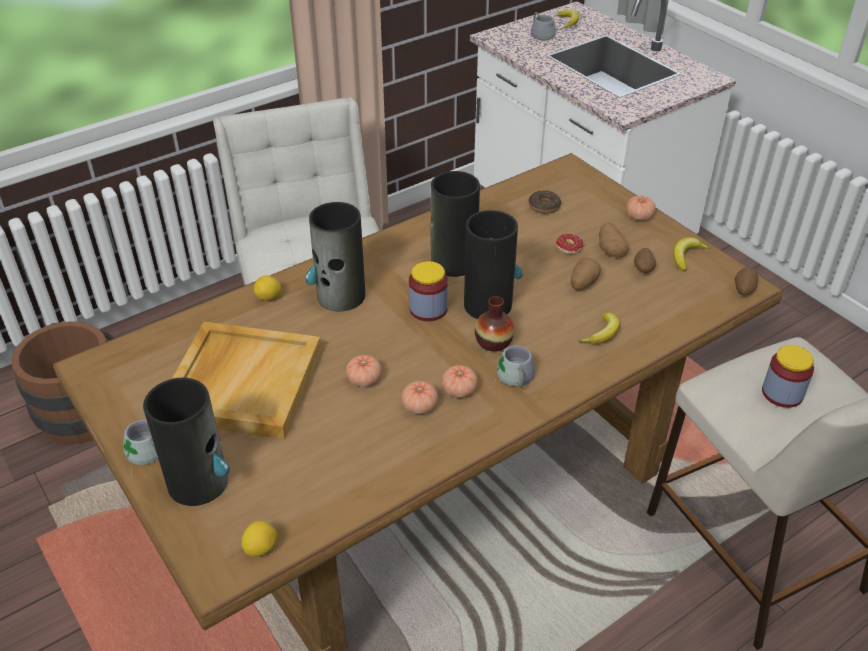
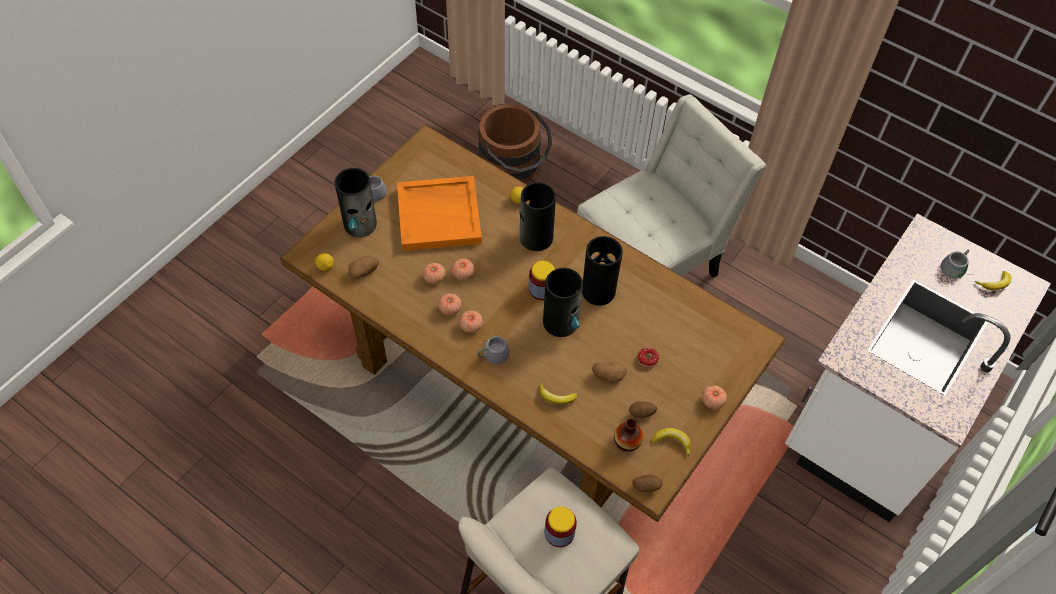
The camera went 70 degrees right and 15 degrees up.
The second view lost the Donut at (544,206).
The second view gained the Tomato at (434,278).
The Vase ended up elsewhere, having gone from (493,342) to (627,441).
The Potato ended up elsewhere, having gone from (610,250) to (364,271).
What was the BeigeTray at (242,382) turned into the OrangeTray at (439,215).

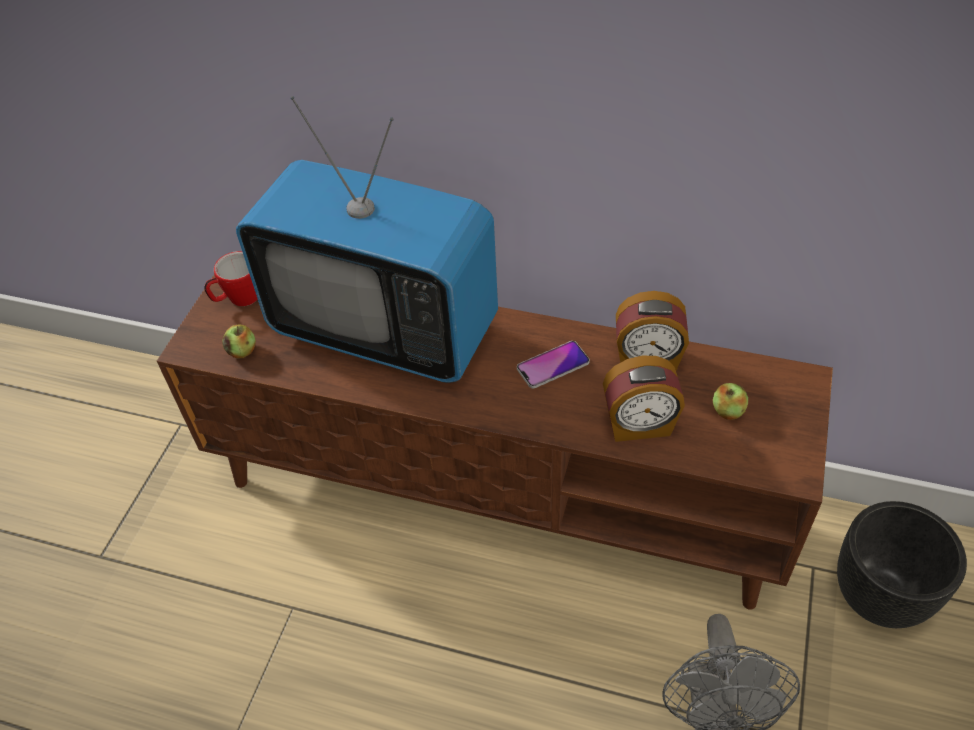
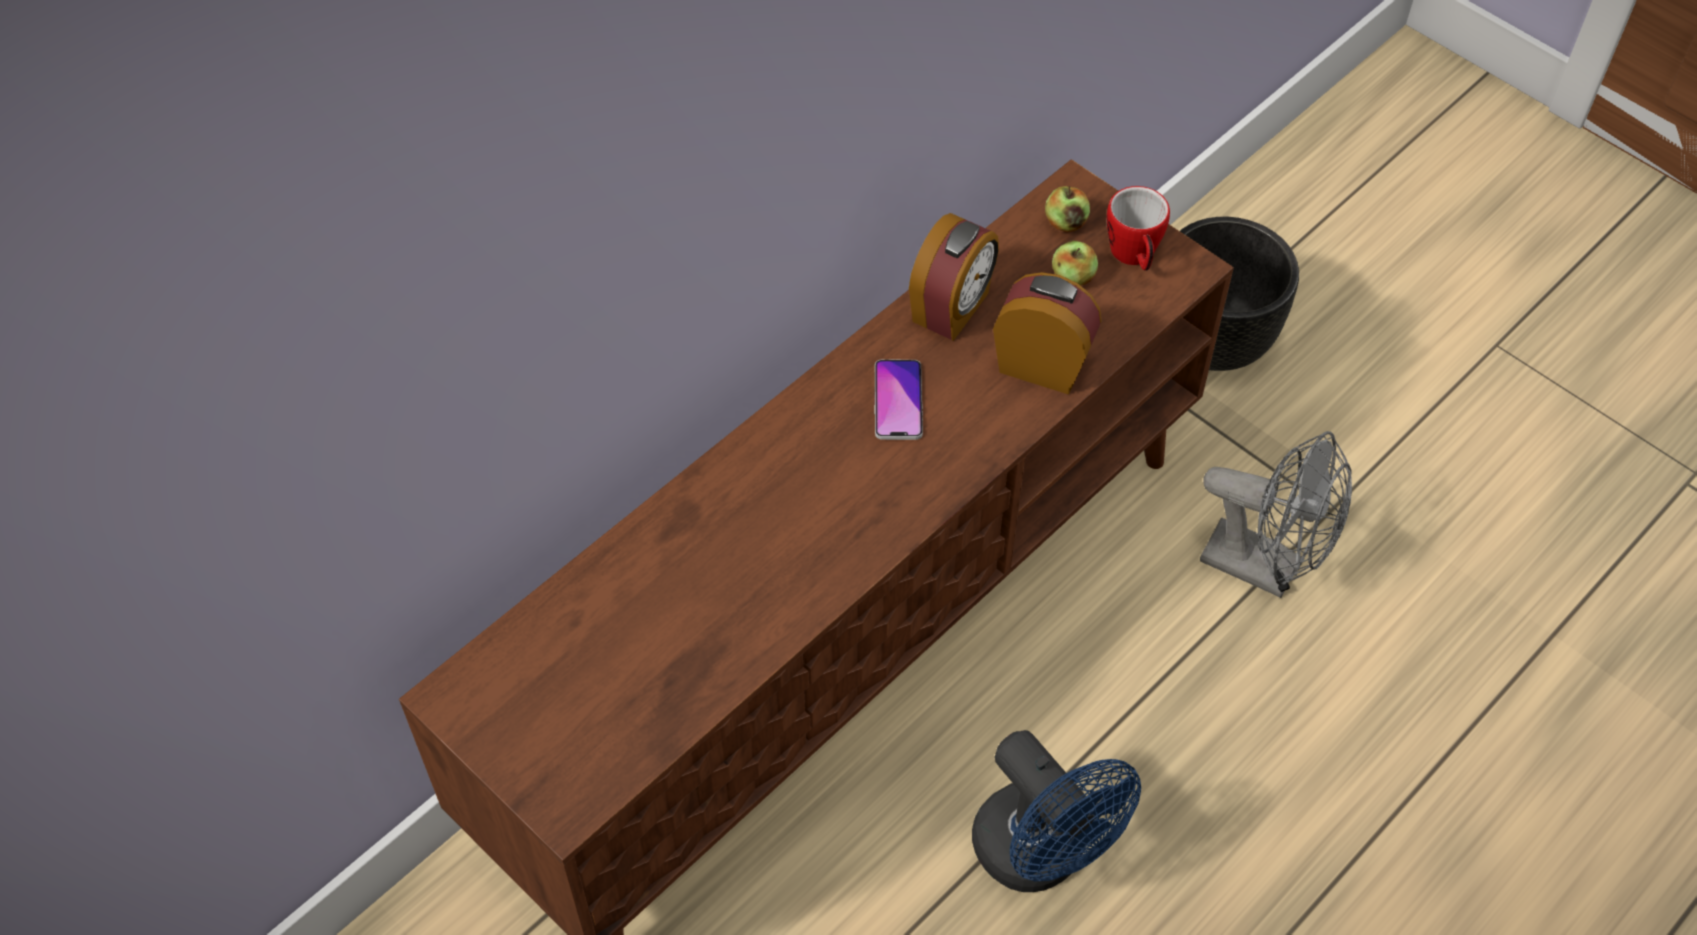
The camera went 65 degrees left and 5 degrees up.
The second view lost the Television at (385,330).
The second view gained the BlueFan at (1041,856).
The Mug ended up elsewhere, having gone from (238,299) to (1134,257).
The Apple ended up elsewhere, having gone from (242,351) to (1065,222).
The AlarmClock at (639,425) ended up facing another way, 90 degrees counterclockwise from before.

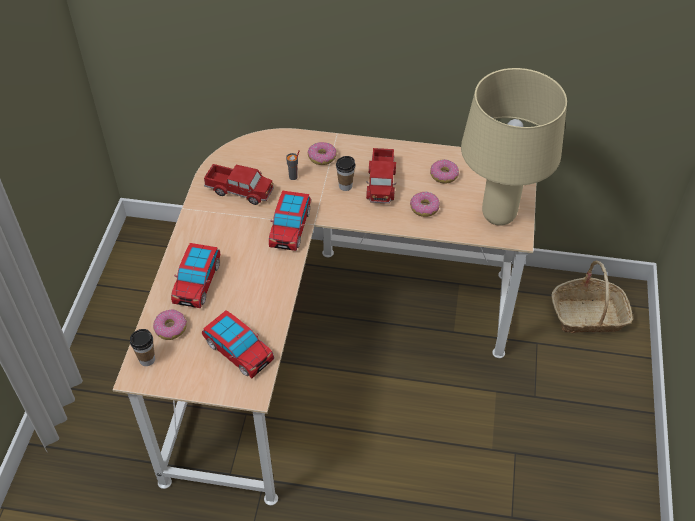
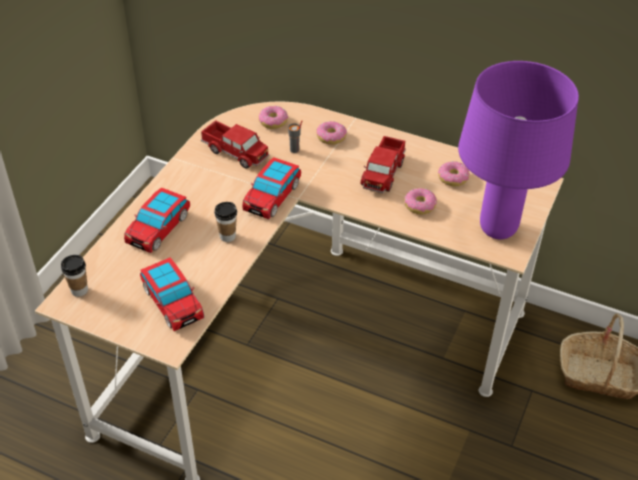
The camera went 15 degrees right and 5 degrees down.
The Donut ended up elsewhere, having gone from (170,328) to (273,121).
The Cup ended up elsewhere, having gone from (345,186) to (227,236).
What was the BeigeTableLamp at (498,216) turned into the PurpleTableLamp at (497,229).

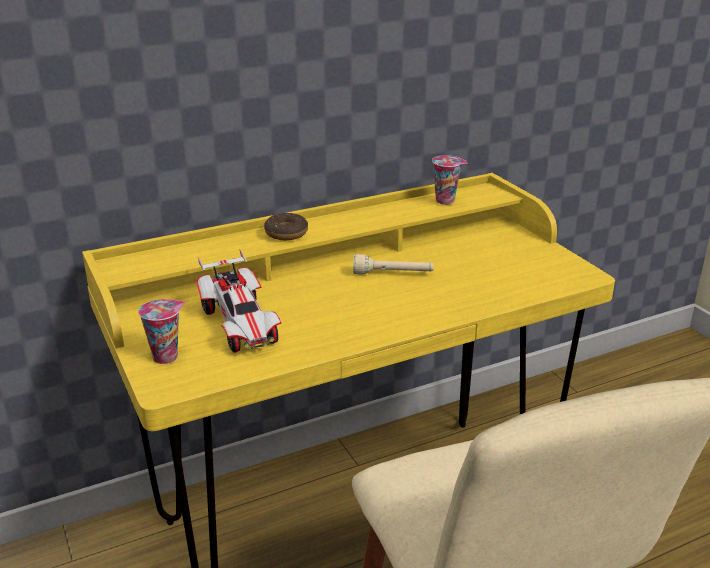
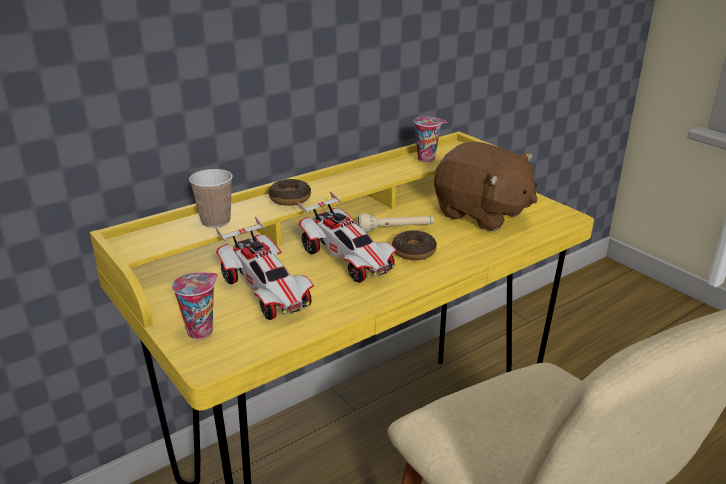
The camera went 10 degrees left and 0 degrees up.
The second view gained the Cup at (216,221).
The second view gained the ToyCar at (348,259).
The second view gained the Donut at (414,251).
The second view gained the BrownPlushToy at (482,214).

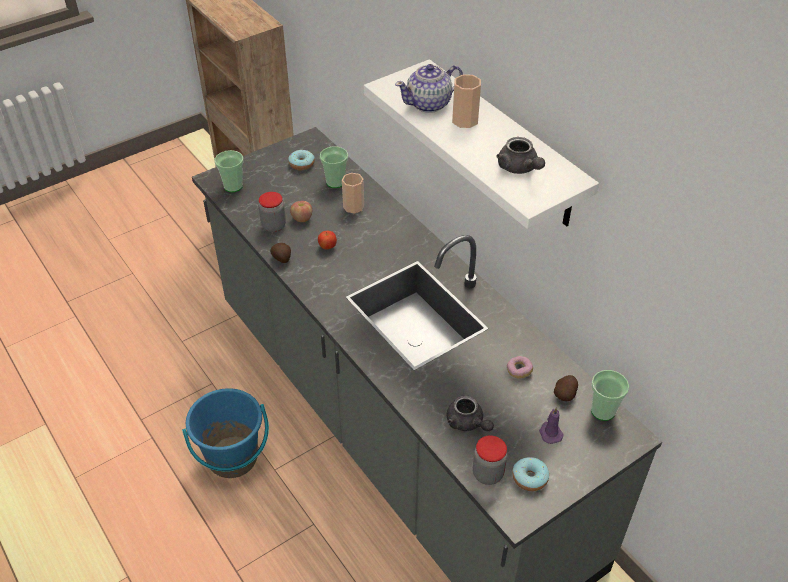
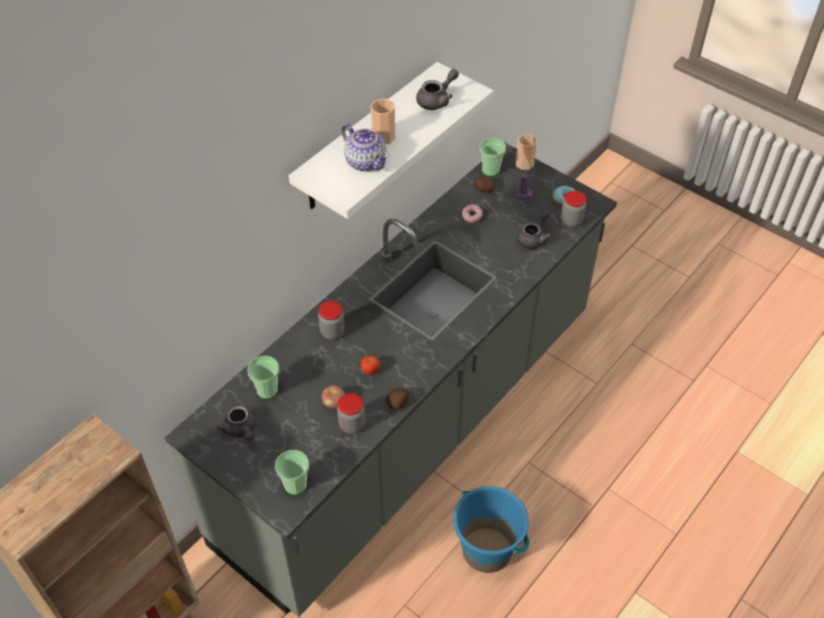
The camera went 105 degrees left and 5 degrees up.
The second view gained the Jar at (332,332).
The Cup ended up elsewhere, having gone from (353,206) to (524,164).
Where the Donut stood at (301,164), the GreyTeapot came to stand at (241,430).

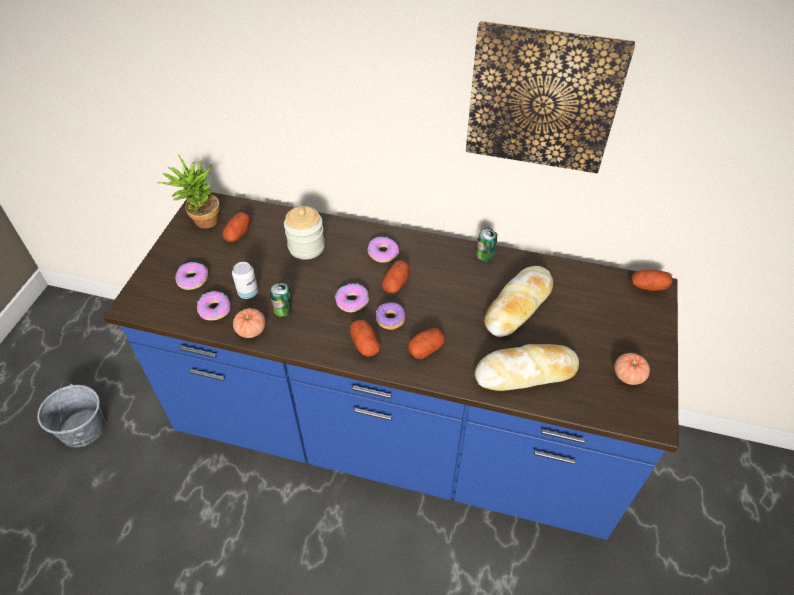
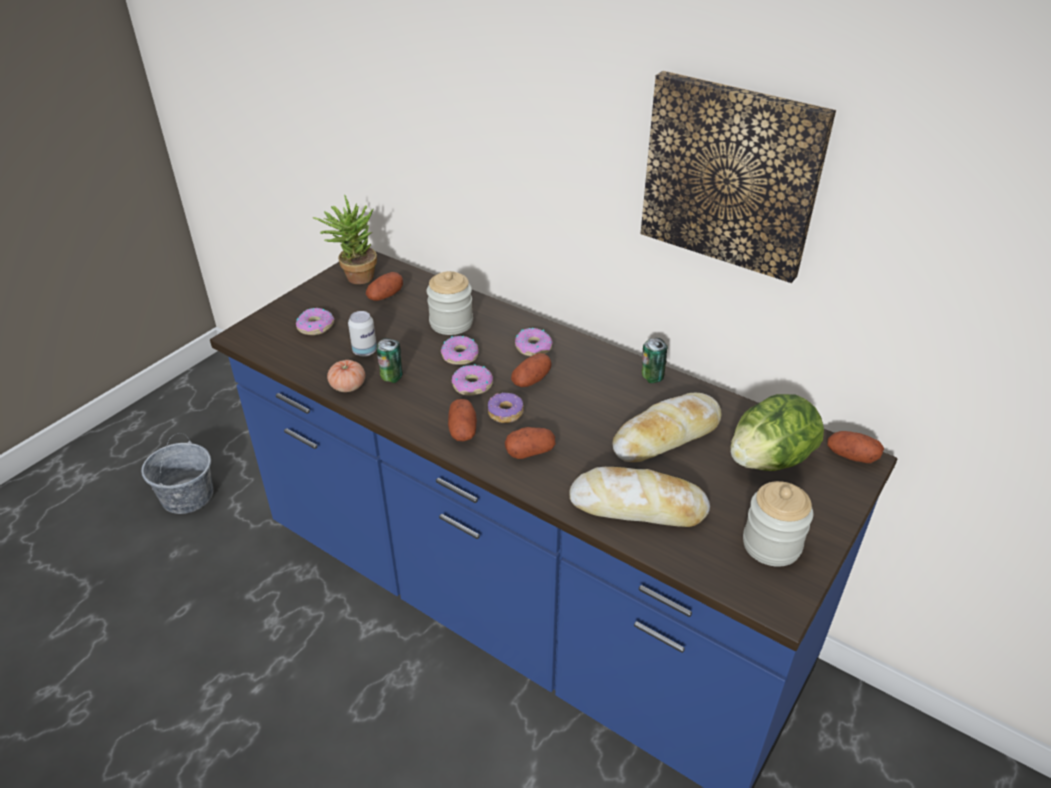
The camera went 20 degrees right and 10 degrees down.
The second view gained the Lettuce at (769,460).
The Donut ended up elsewhere, having gone from (215,309) to (460,355).
Where the Tomato stood at (628,375), the Jar came to stand at (771,545).

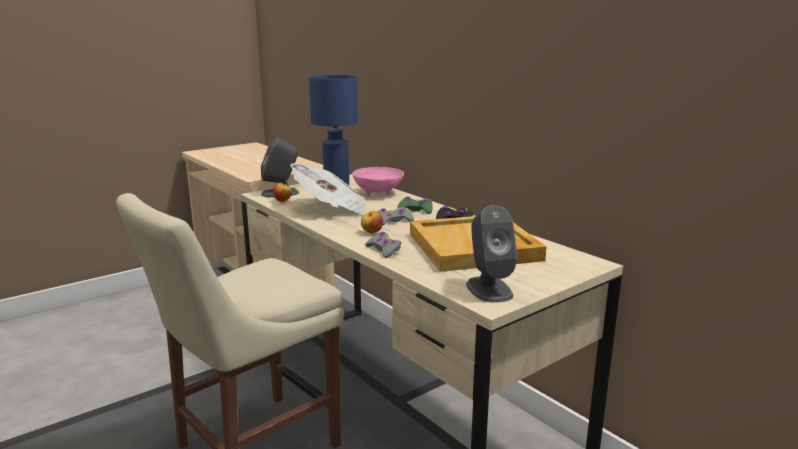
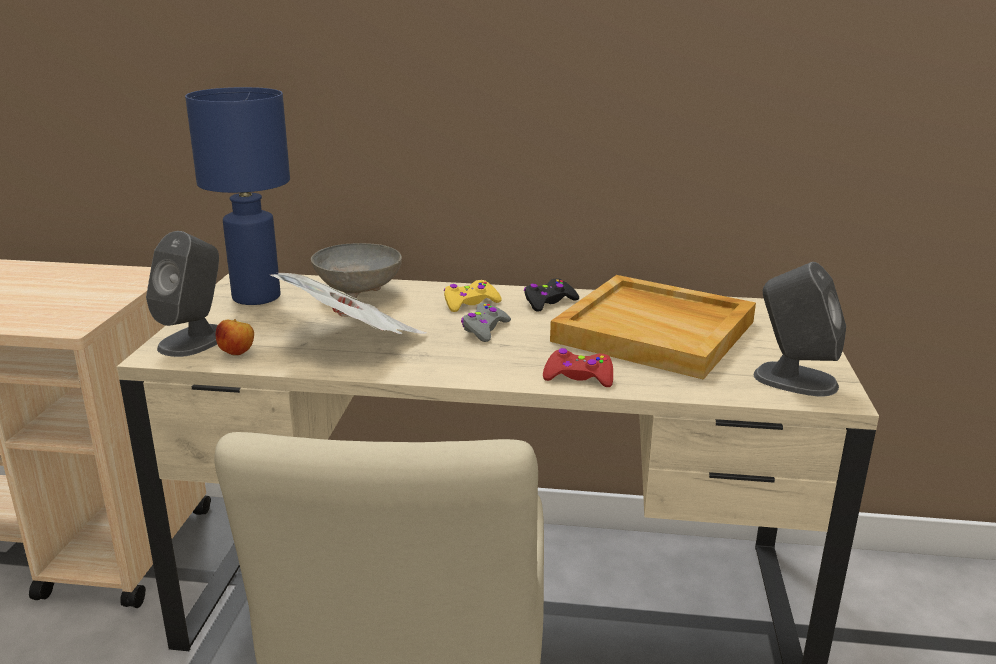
The camera went 45 degrees left and 5 degrees up.
The second view lost the Apple at (371,233).
What was the PinkBowl at (377,194) turned into the GreyBowl at (358,294).
What was the GreyGameController at (384,250) turned into the RedGameController at (578,377).
What was the GreenGameController at (415,210) turned into the YellowGameController at (470,303).

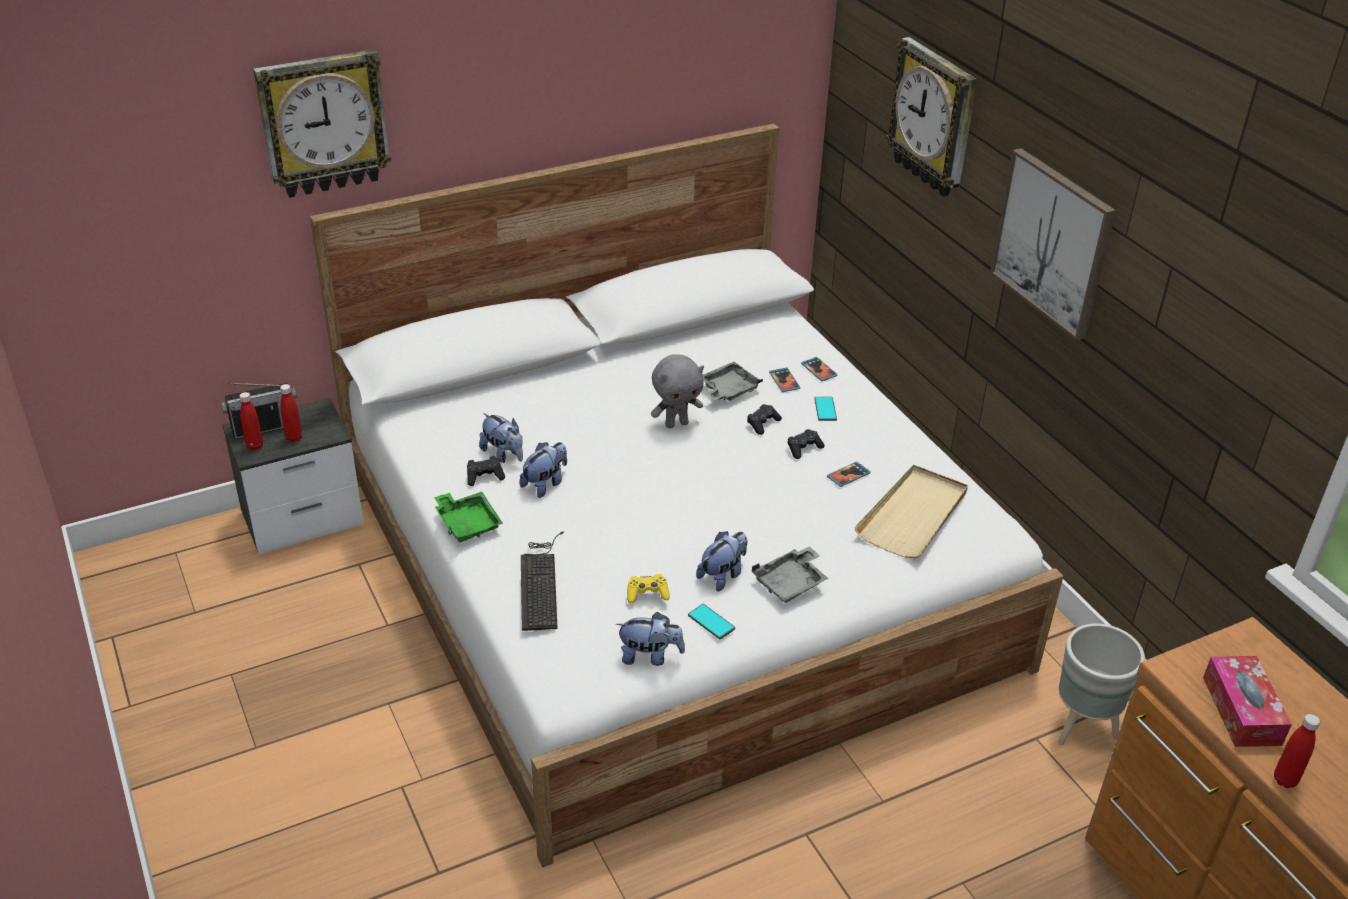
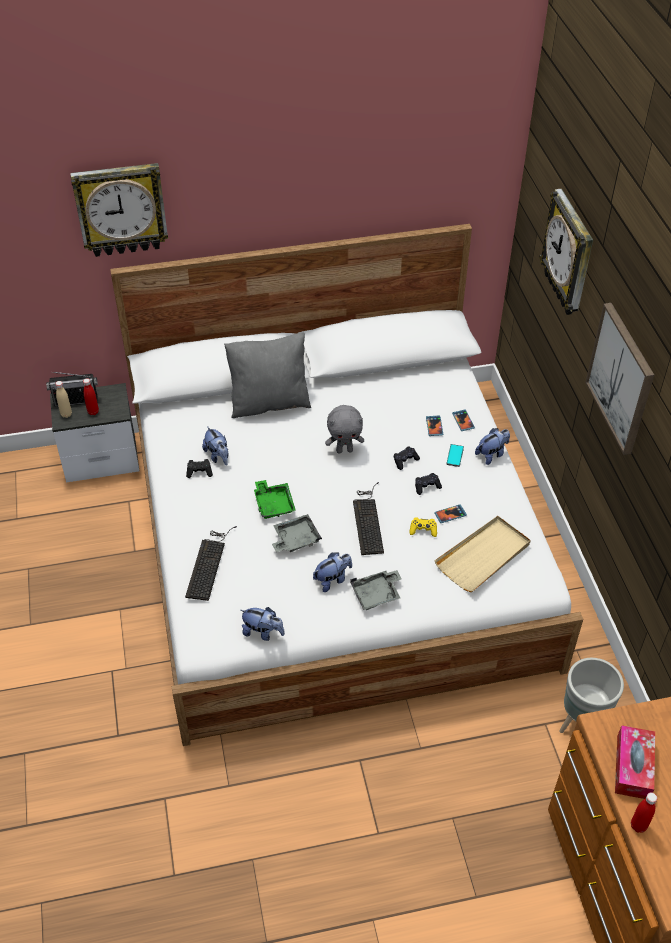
The camera went 15 degrees right and 10 degrees up.
The second view lost the Phone at (711,622).
The second view gained the GreyPillow at (269,403).
The second view gained the Keyboard at (368,520).
The GreenTray ended up elsewhere, having gone from (467,523) to (274,504).
The PlushToy ended up elsewhere, having gone from (545,484) to (492,454).
The YellowGameController ended up elsewhere, having gone from (647,594) to (423,530).
The GreyTray ended up elsewhere, having gone from (728,390) to (295,539).
What was the RedBottle at (255,446) turned into the BeigeBottle at (66,414).

